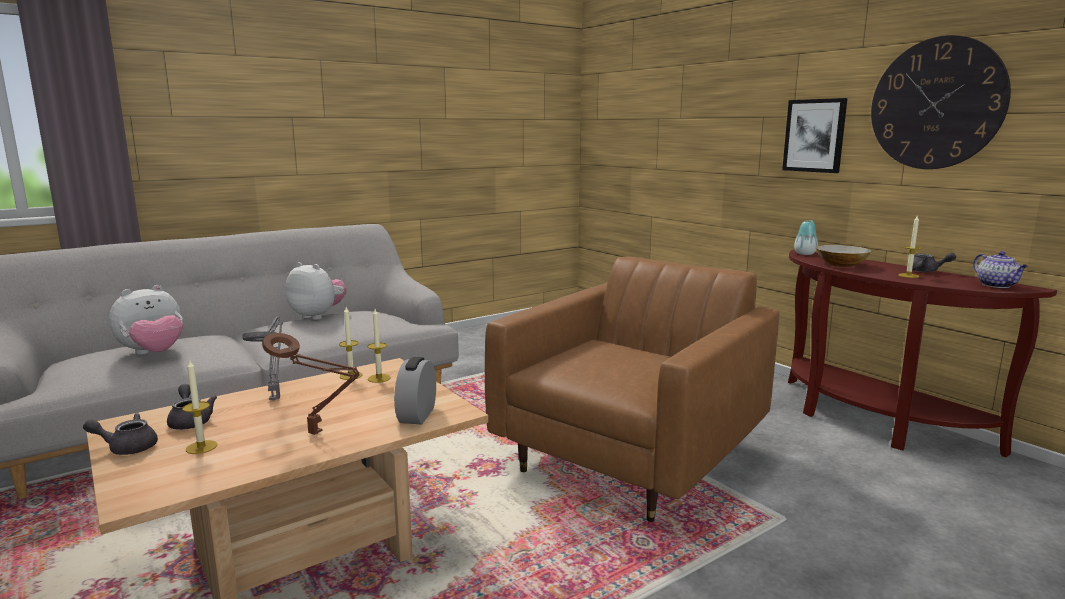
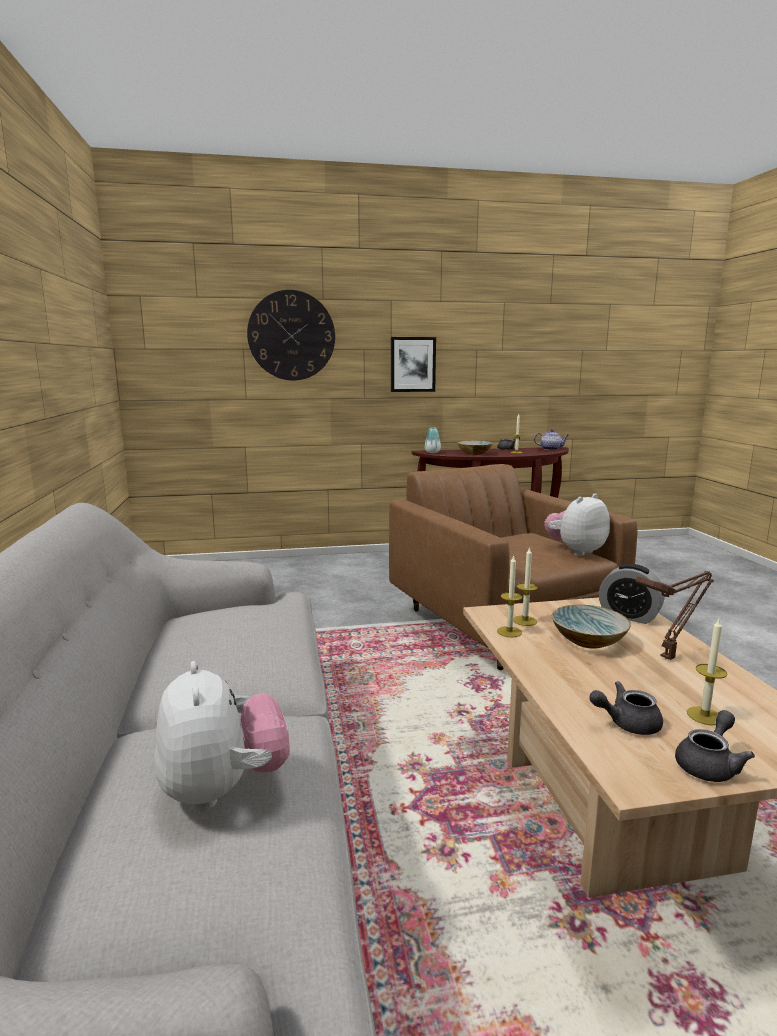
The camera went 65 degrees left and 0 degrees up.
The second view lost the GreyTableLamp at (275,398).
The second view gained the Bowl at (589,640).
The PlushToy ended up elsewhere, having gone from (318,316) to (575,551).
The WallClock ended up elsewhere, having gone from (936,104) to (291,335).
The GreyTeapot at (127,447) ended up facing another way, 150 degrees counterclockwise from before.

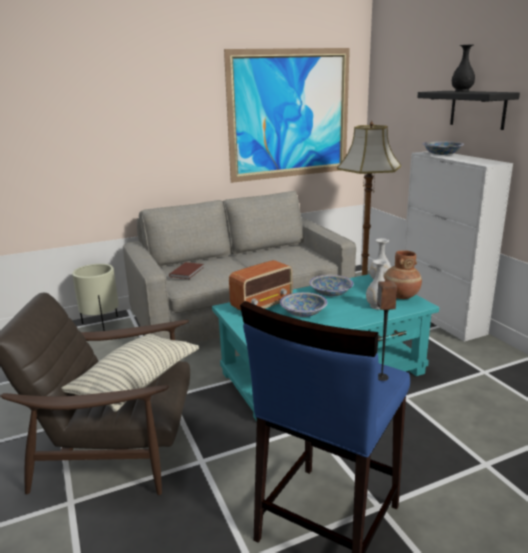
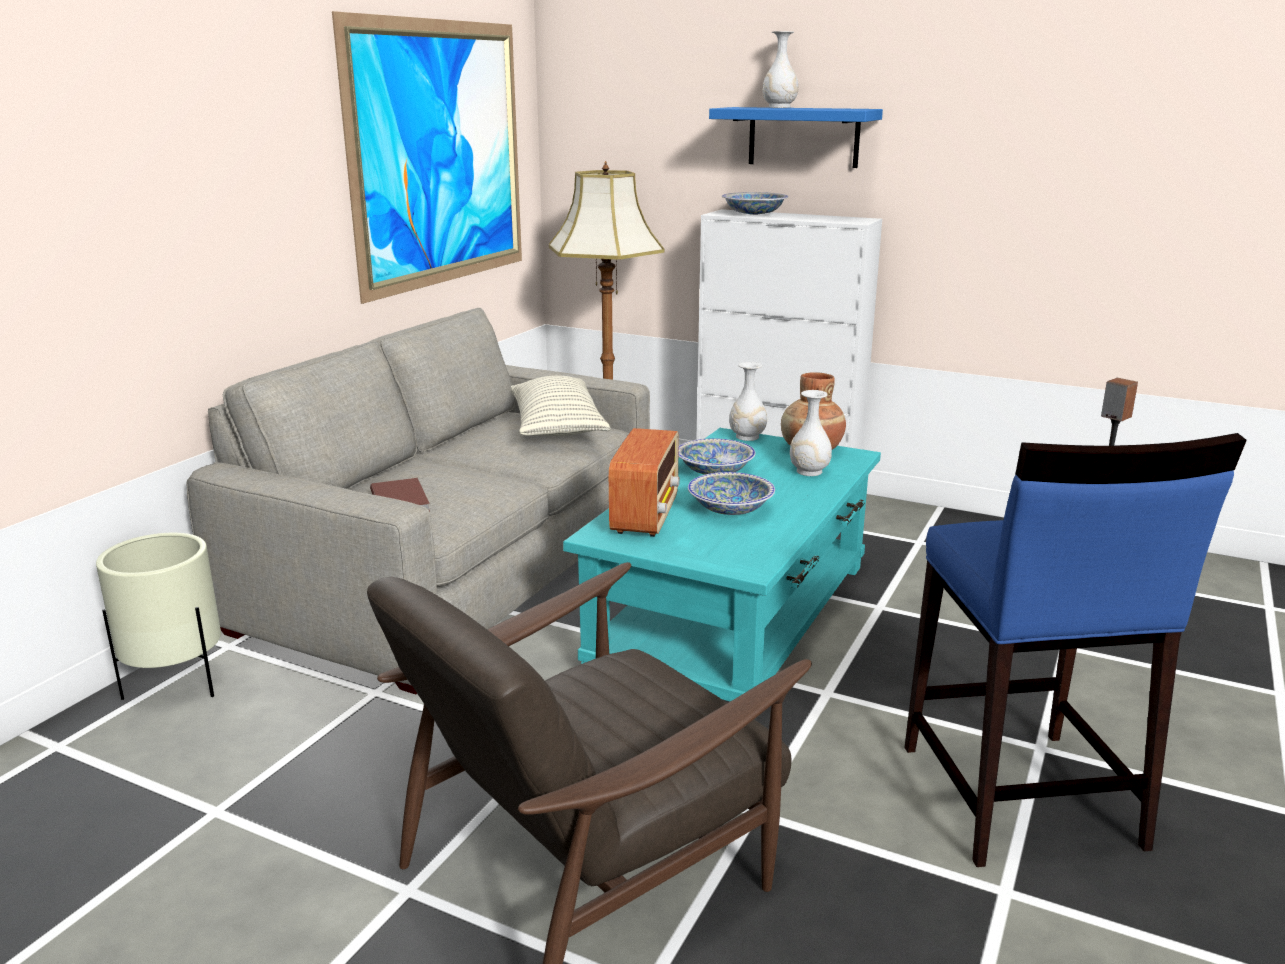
The camera went 40 degrees left and 0 degrees up.
The Pillow ended up elsewhere, having gone from (136,383) to (557,428).
What was the BlackShelf at (477,109) turned into the BlueShelf at (803,137).
What was the BlackVase at (462,91) turned into the WhiteVase at (779,107).

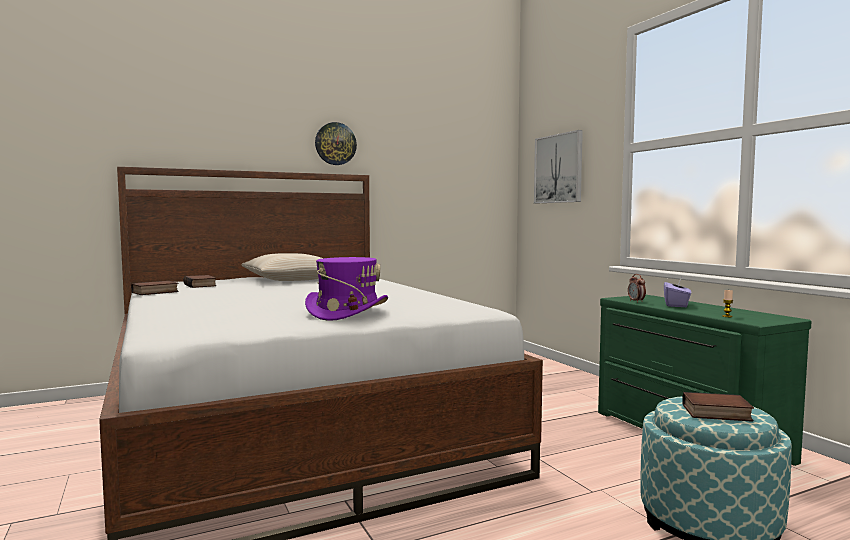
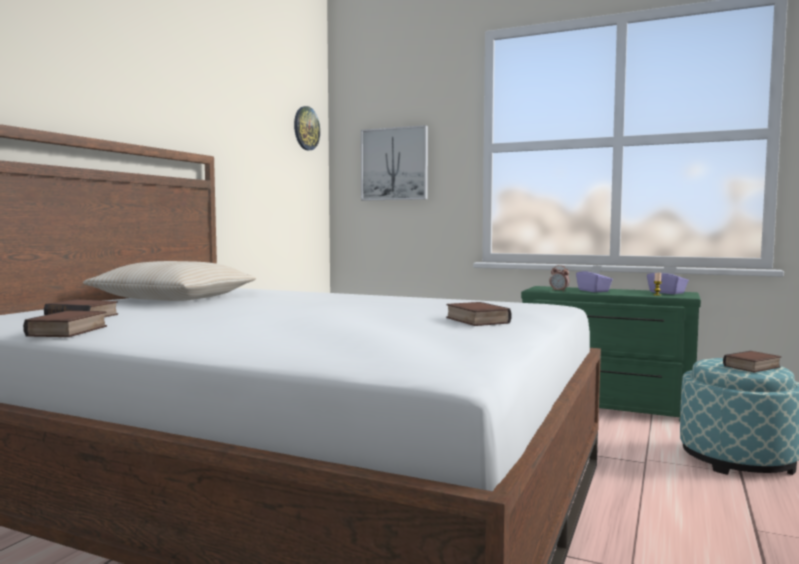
The camera went 40 degrees left and 0 degrees up.
The second view gained the PurpleTissueBox at (667,292).
The WallClock ended up elsewhere, having gone from (335,144) to (306,128).
Where the PurpleHat stood at (347,312), the Book came to stand at (475,320).

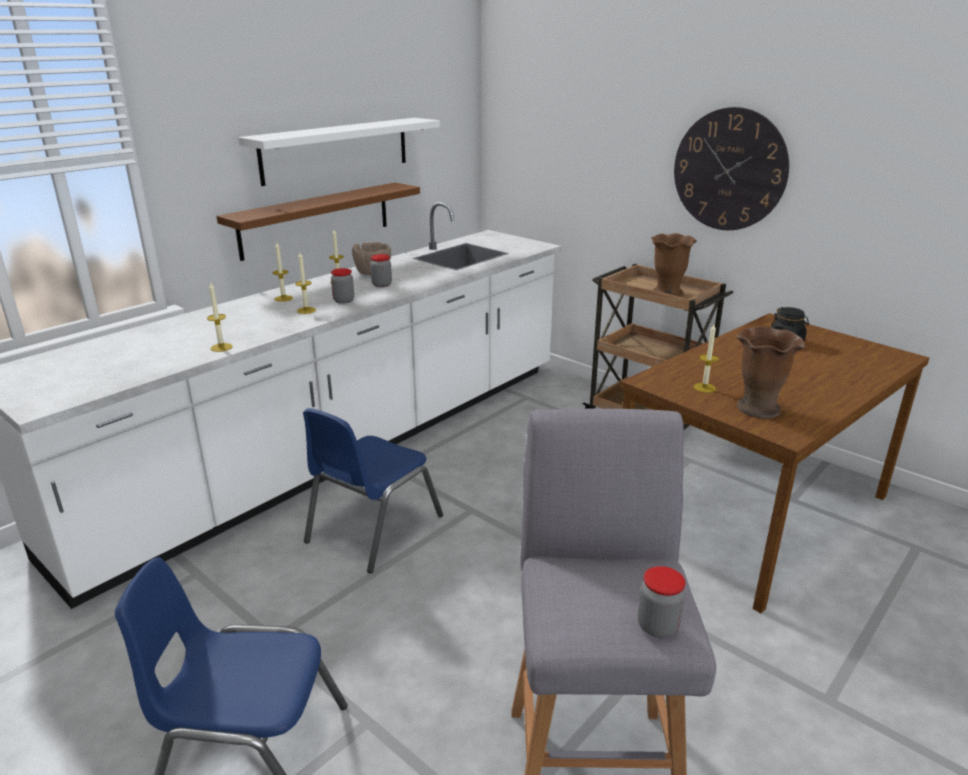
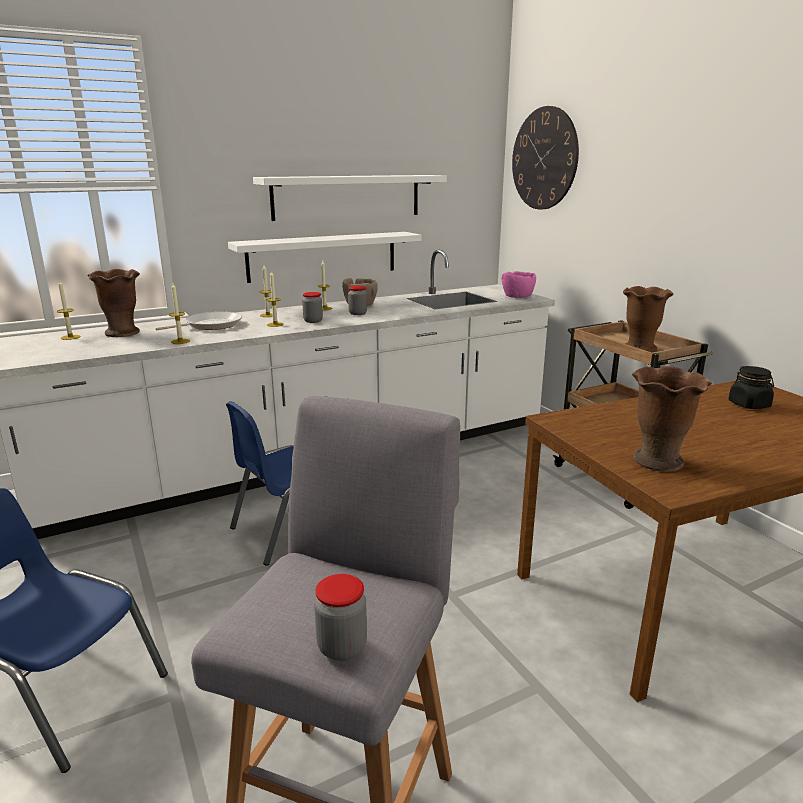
The camera went 20 degrees right and 5 degrees down.
The second view gained the BrownVase at (122,333).
The second view gained the FryingPan at (210,325).
The second view gained the PinkBowl at (518,296).
The WallClock ended up elsewhere, having gone from (729,170) to (544,159).
The Candle ended up elsewhere, having gone from (704,388) to (70,337).
What was the BrownShelf at (316,219) turned into the WhiteShelf at (323,256).

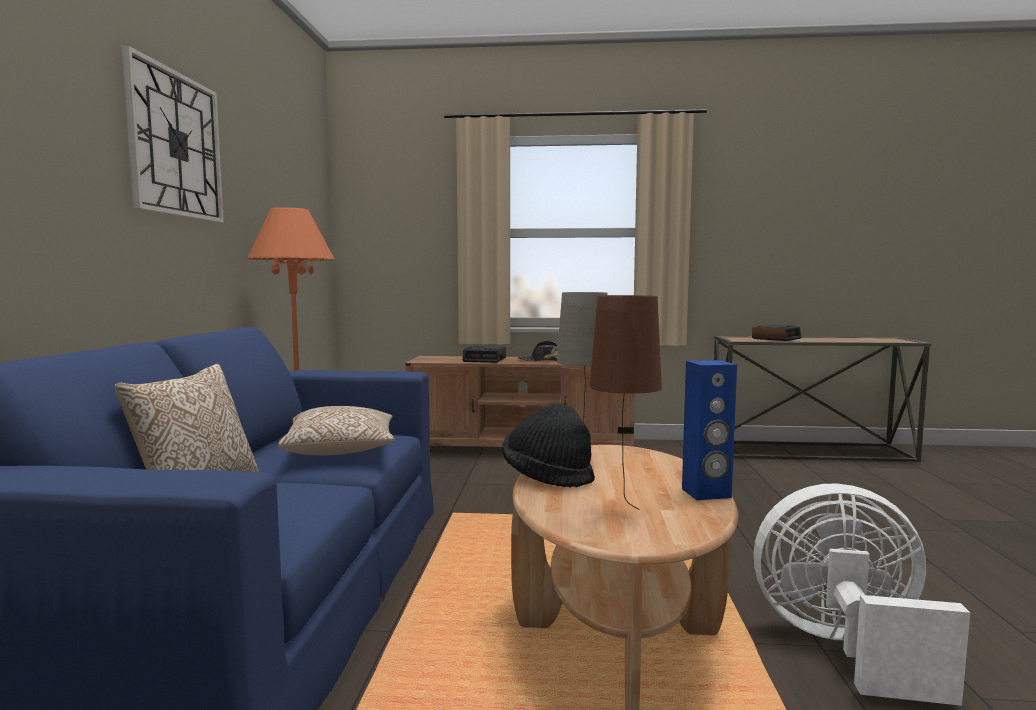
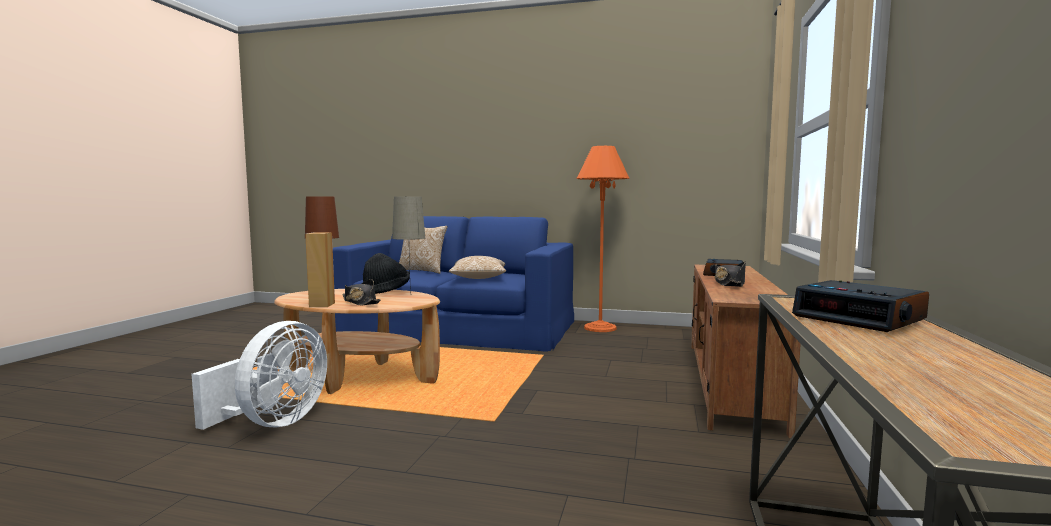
The camera went 100 degrees right and 0 degrees up.
The second view lost the WallClock at (175,145).
The second view gained the BlackHat at (360,302).
What was the BlueSpeaker at (706,493) turned into the BrownSpeaker at (321,305).

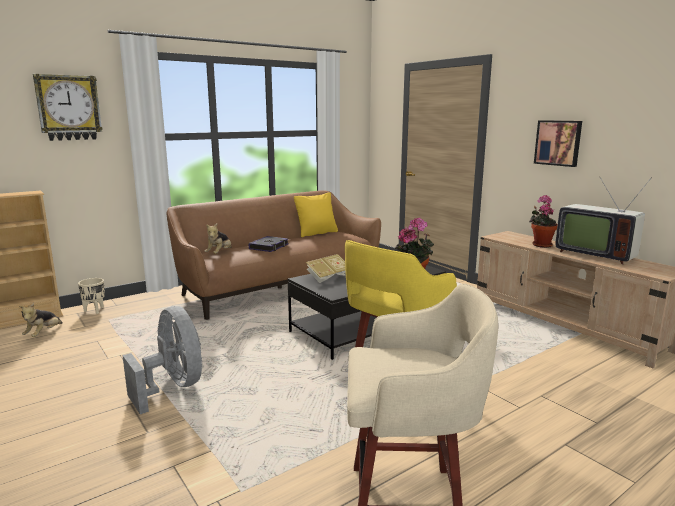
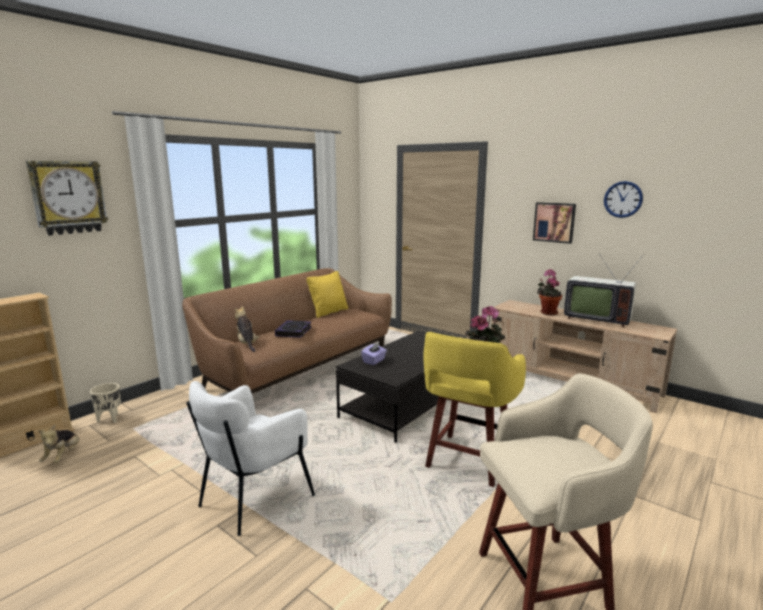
The camera went 15 degrees left and 0 degrees up.
The second view gained the WallClock at (623,199).
Where the GreyFan stood at (173,387), the WhiteArmchair came to stand at (253,498).
Where the Book stood at (328,277), the PurpleTissueBox came to stand at (374,361).
The PlushToy at (219,253) ended up facing another way, 150 degrees clockwise from before.

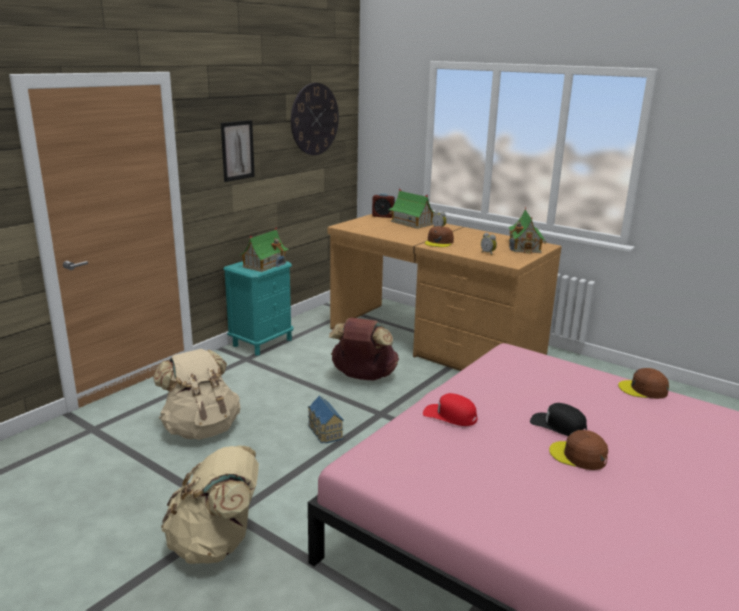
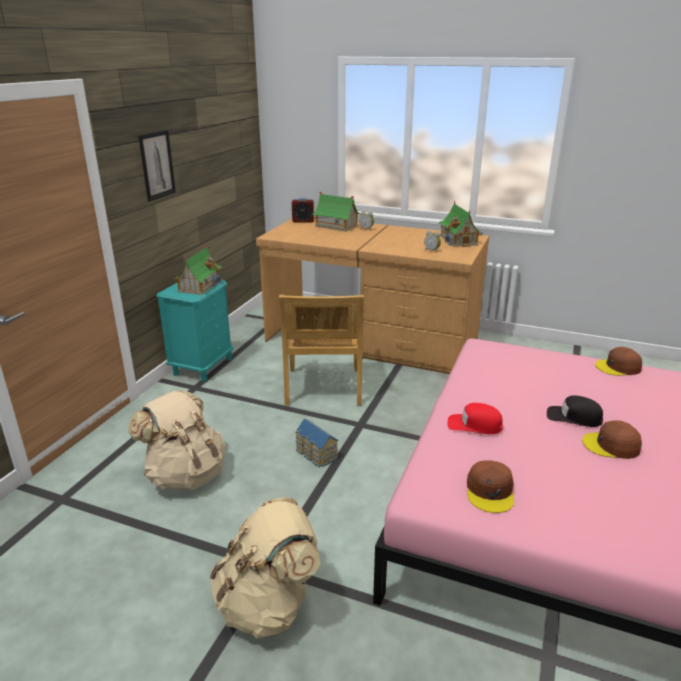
The camera went 15 degrees left and 5 degrees up.
The second view lost the WallClock at (314,119).
The BrownCap ended up elsewhere, having gone from (439,242) to (490,491).
Where the BrownBackpack stood at (363,377), the BeigeChair came to stand at (323,388).

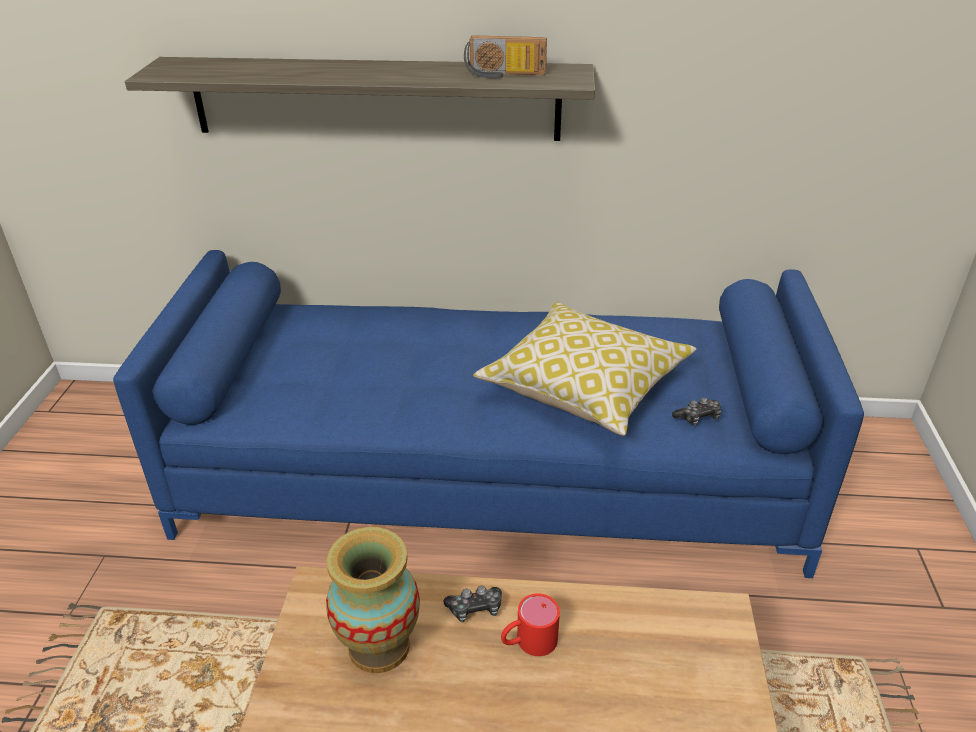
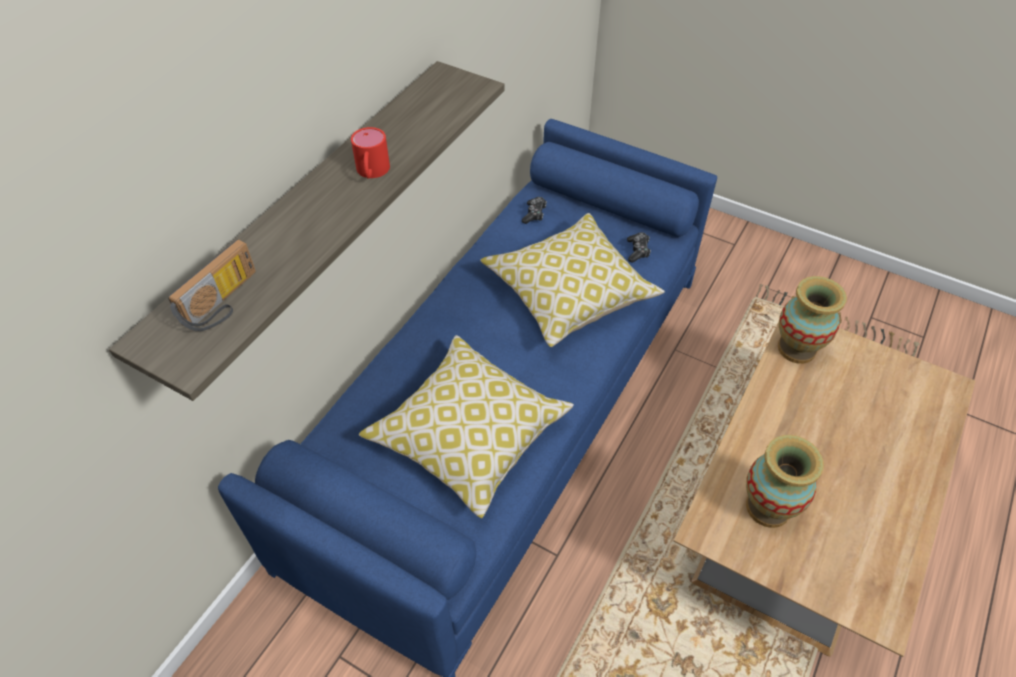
The camera went 65 degrees left and 15 degrees up.
The second view gained the Pillow at (469,434).
The second view gained the Vase at (796,349).
The GameController ended up elsewhere, having gone from (475,609) to (534,214).
The Radio ended up elsewhere, having gone from (504,75) to (224,303).
The RedMug ended up elsewhere, having gone from (528,642) to (372,172).

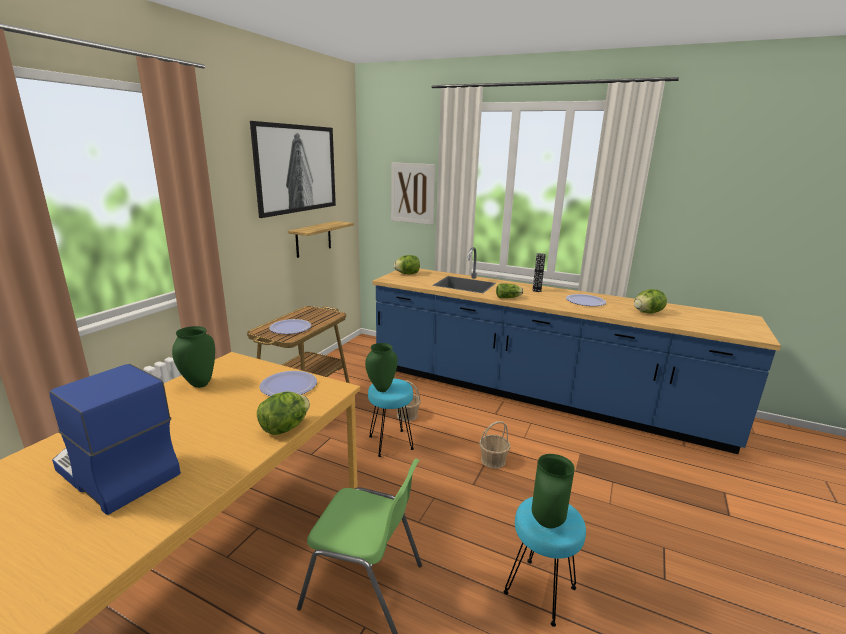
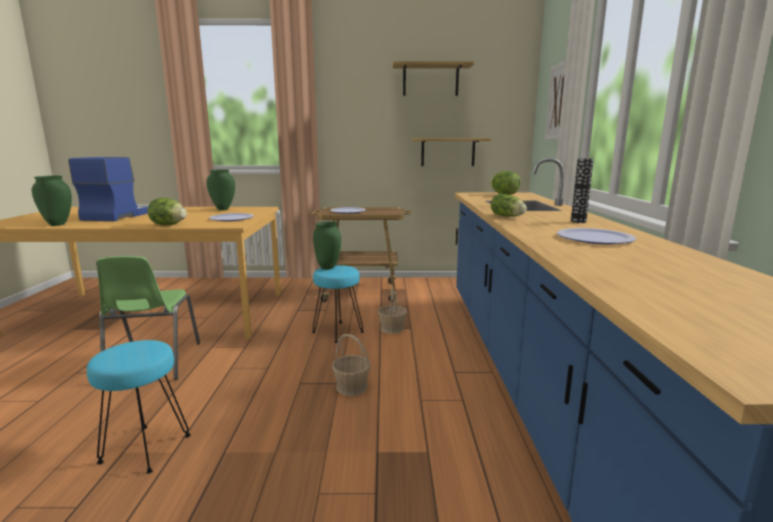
The camera went 65 degrees right and 5 degrees down.
The second view lost the Lettuce at (647,313).
The GreenVase ended up elsewhere, having gone from (546,522) to (58,224).
Where the Picture hung at (296,169), the Shelf came to hang at (430,80).

